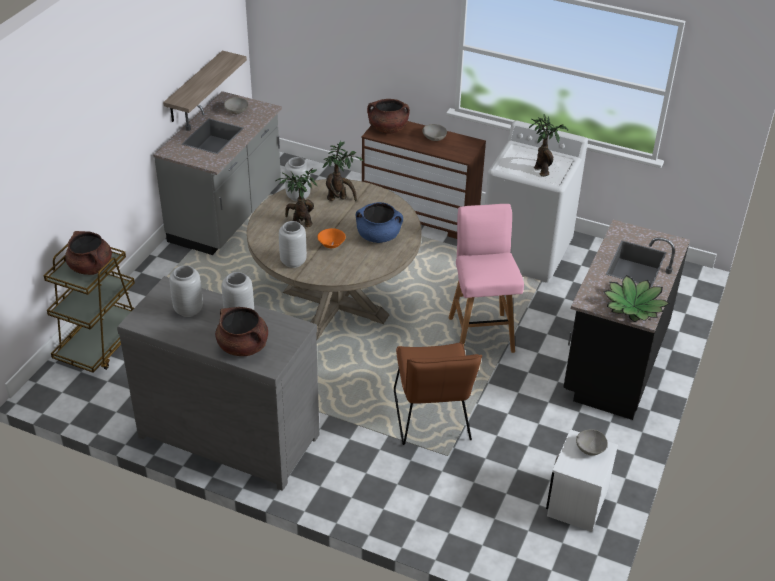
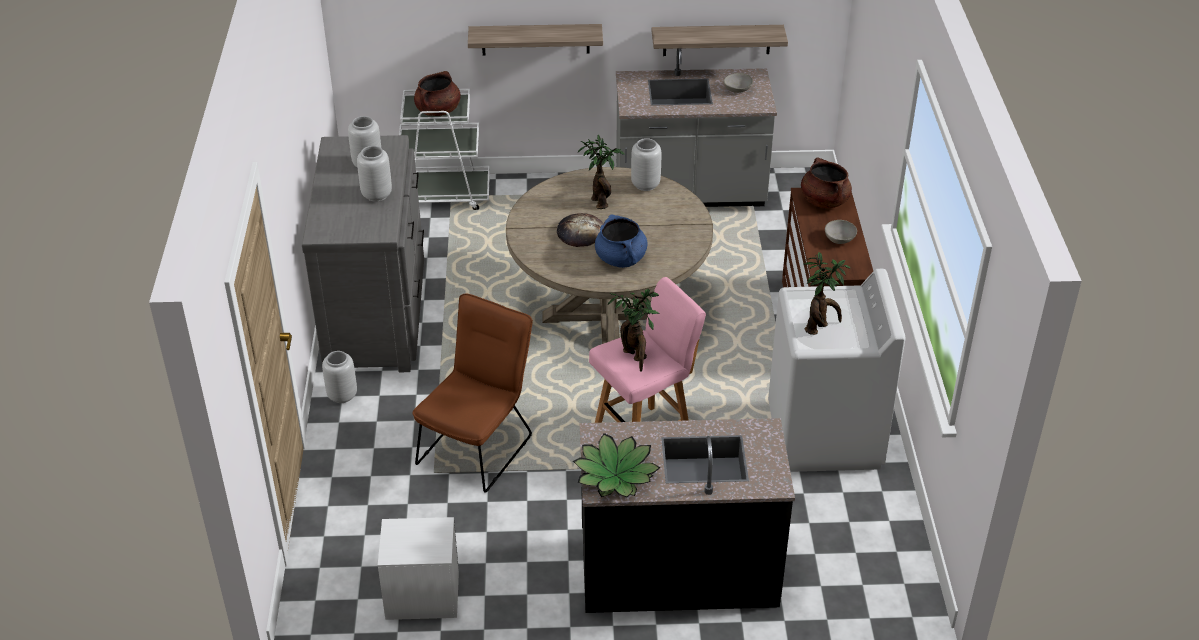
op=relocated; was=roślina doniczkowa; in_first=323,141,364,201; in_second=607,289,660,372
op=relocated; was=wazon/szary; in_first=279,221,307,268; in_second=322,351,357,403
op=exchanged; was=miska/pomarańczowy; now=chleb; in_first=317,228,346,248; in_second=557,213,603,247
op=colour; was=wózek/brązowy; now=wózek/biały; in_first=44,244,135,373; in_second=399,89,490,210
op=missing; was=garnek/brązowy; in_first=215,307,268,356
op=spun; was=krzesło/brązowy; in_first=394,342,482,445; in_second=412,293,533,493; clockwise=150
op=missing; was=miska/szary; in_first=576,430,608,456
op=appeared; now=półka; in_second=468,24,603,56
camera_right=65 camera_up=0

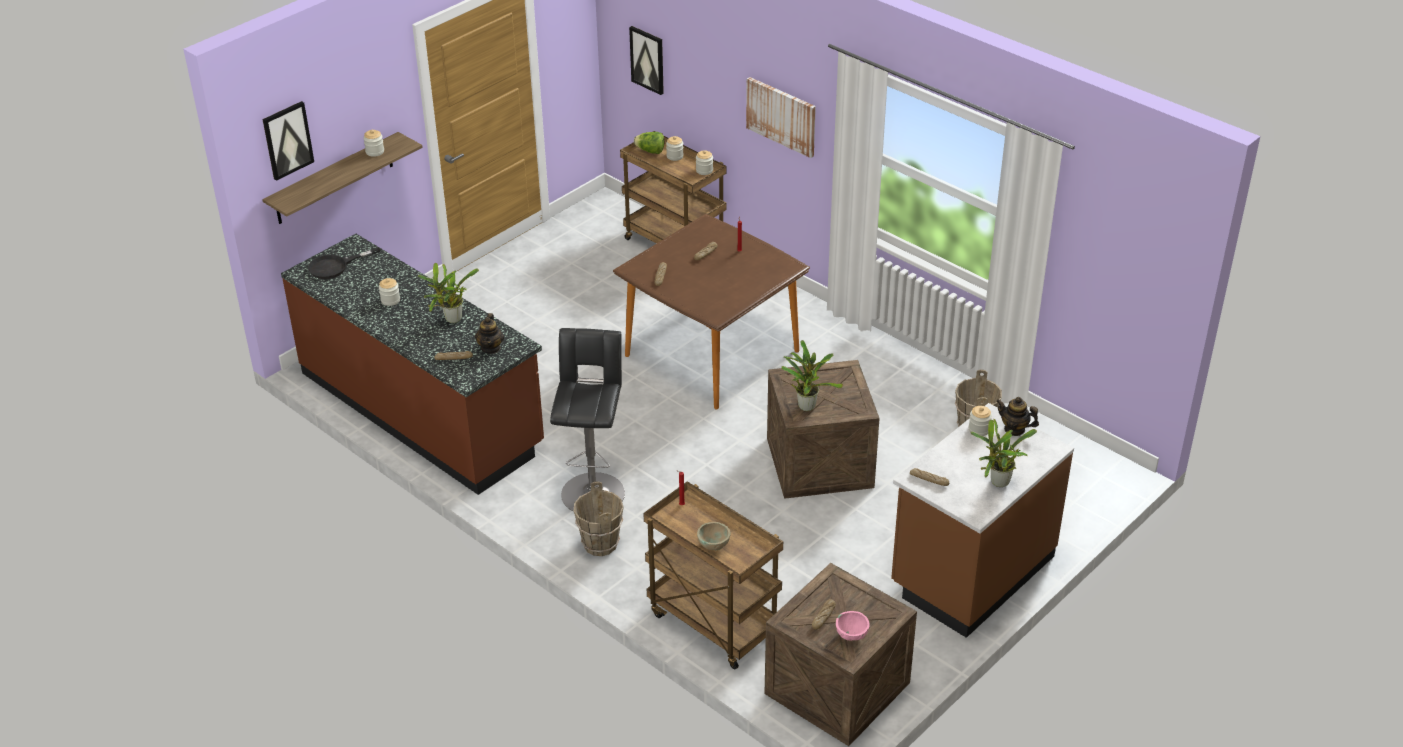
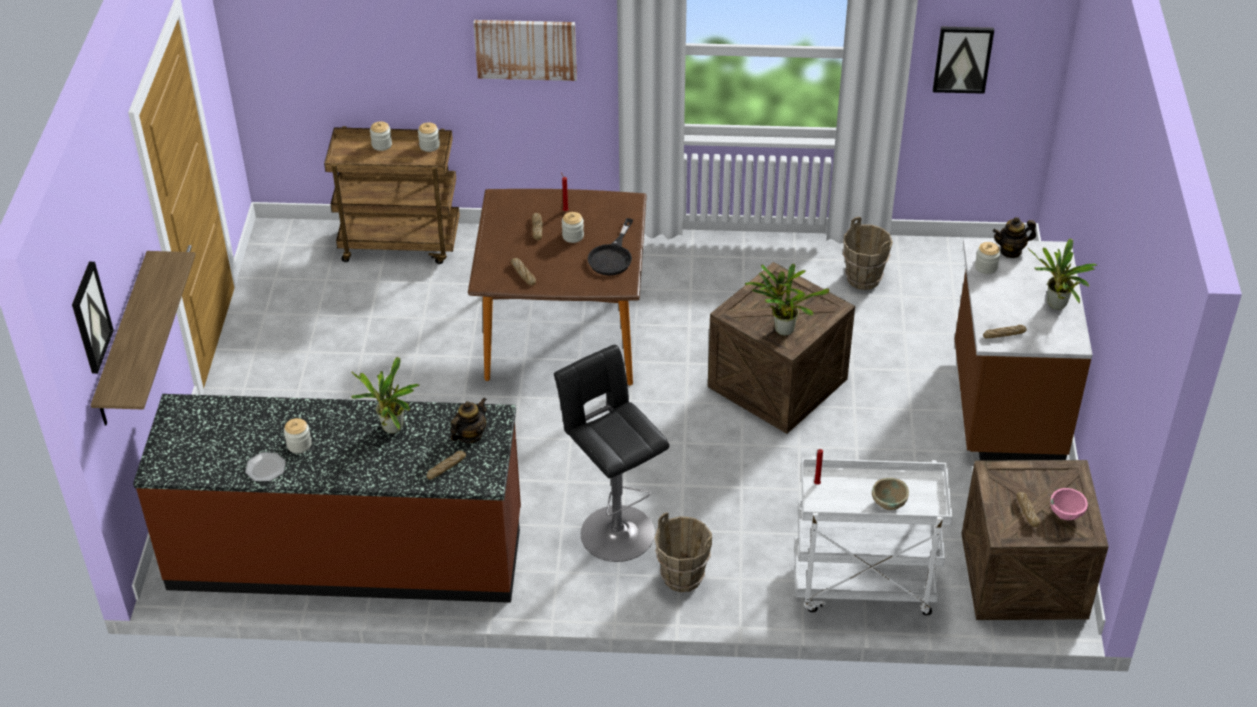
op=relocated; was=obraz; in_first=629,26,664,95; in_second=933,27,994,94
op=relocated; was=słoik; in_first=363,130,384,157; in_second=562,212,584,243
op=missing; was=sałata; in_first=634,132,664,154
op=relocated; was=patelnia/czarny; in_first=308,247,380,279; in_second=587,218,633,276
op=spun; was=imbryk; in_first=475,313,504,354; in_second=451,397,487,444; clockwise=-105
op=colour; was=wózek/brązowy; now=wózek/biały; in_first=643,481,783,669; in_second=795,456,952,615
op=appeared; now=talerz; in_second=245,453,286,481
camera_right=-40 camera_up=5

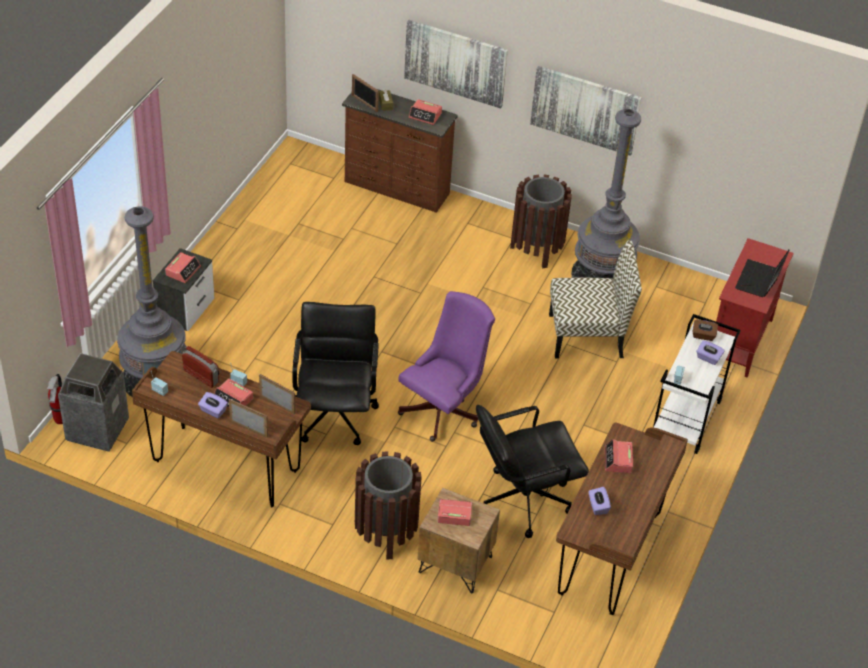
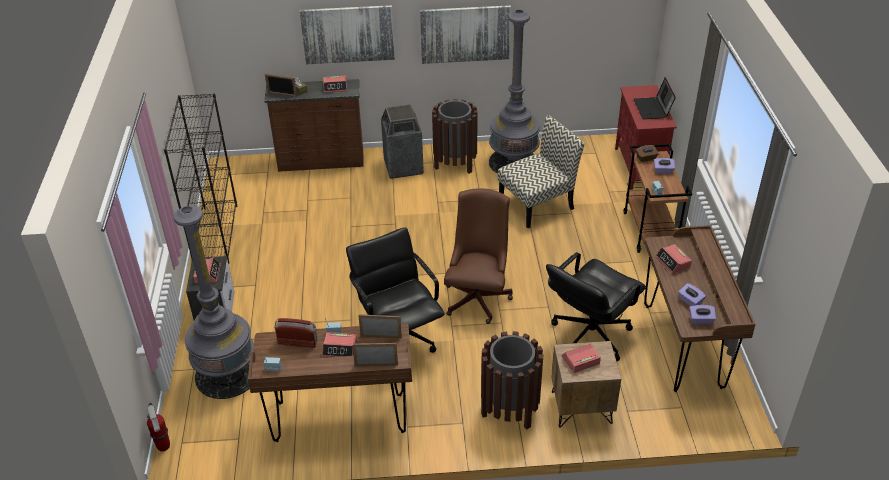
op=colour; was=krzesło biurowe/fioletowy; now=krzesło biurowe/brązowy; in_first=398,291,495,442; in_second=444,188,513,324
op=colour; was=wózek/biały; now=wózek/brązowy; in_first=653,314,741,454; in_second=623,144,692,253
op=relocated; was=kosz na śmieci; in_first=58,353,129,452; in_second=381,104,424,179
op=relocated; was=pudełko chusteczek/fioletowy; in_first=198,392,228,418; in_second=689,305,716,324
op=appeared; now=regał/czarny; in_second=164,93,238,264
camera_right=-25 camera_up=-5

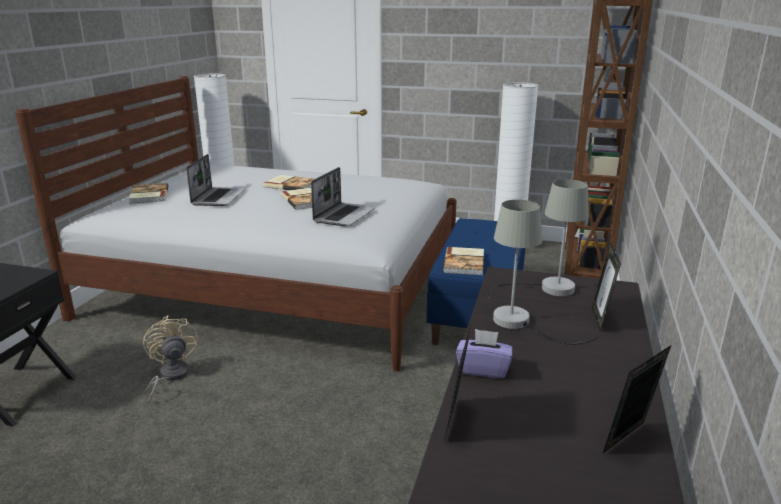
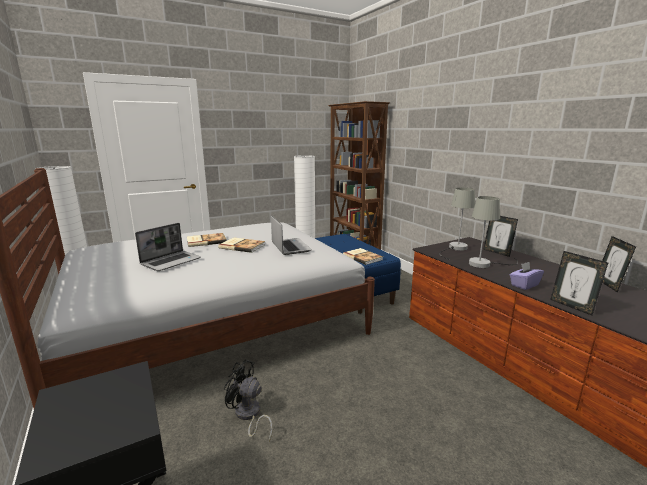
op=spun; was=laptop; in_first=186,154,246,206; in_second=135,223,201,271; clockwise=75
op=missing; was=książka; in_first=129,183,169,204
op=colour; was=wentylator/beżowy; now=wentylator/czarny; in_first=143,315,198,403; in_second=224,360,273,441
camera_right=-45 camera_up=-5

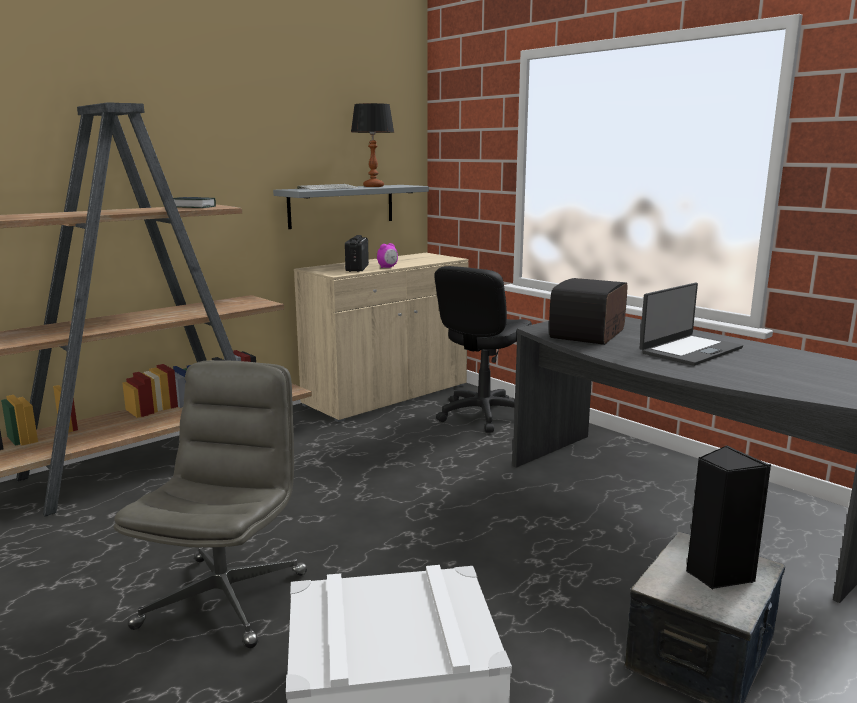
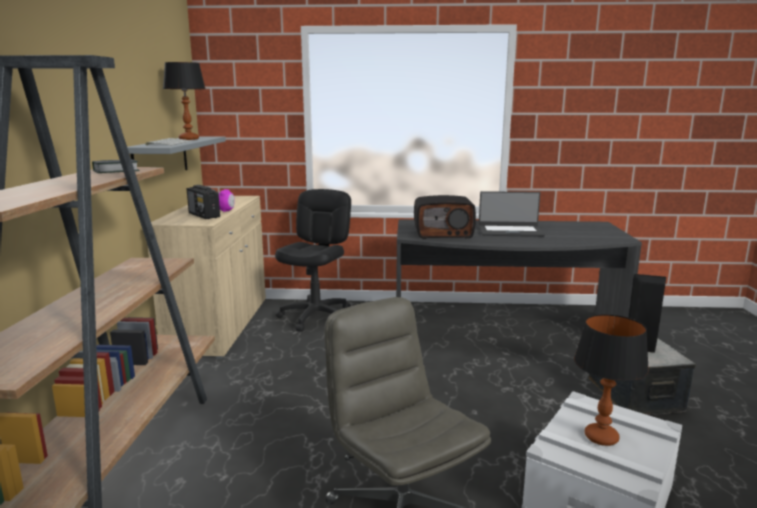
op=spun; was=krzesło biurowe/czarny; in_first=434,266,532,433; in_second=275,189,351,332; clockwise=-150
op=spun; was=radio; in_first=549,278,628,345; in_second=414,195,476,239; clockwise=-75
op=spun; was=laptop; in_first=640,283,743,366; in_second=479,191,545,237; clockwise=90
op=appeared; now=lampa stołowa; in_second=574,314,649,446
camera_right=-45 camera_up=0

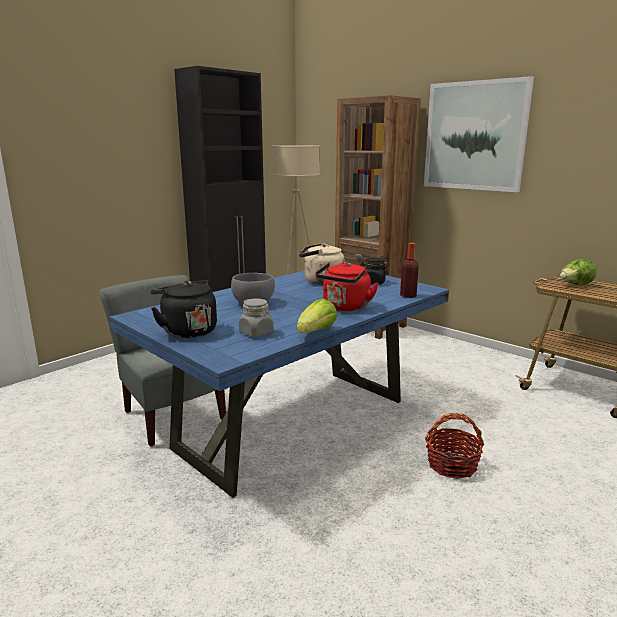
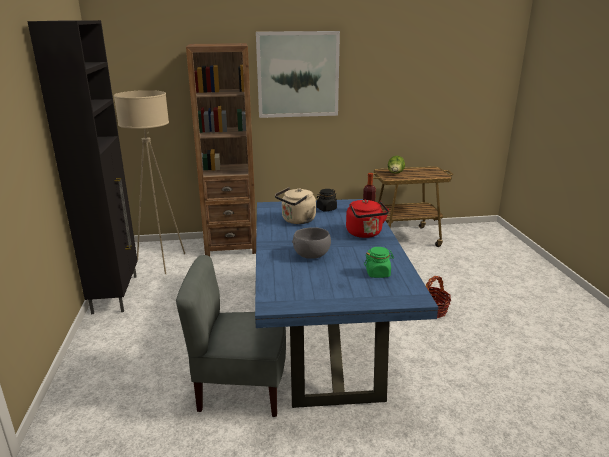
op=missing; was=czajnik/czarny; in_first=150,280,217,338
op=colour; was=słoik/szary; now=słoik/zielony; in_first=239,299,274,337; in_second=364,247,394,278
op=missing; was=sałata; in_first=297,299,337,333
camera_right=-50 camera_up=5

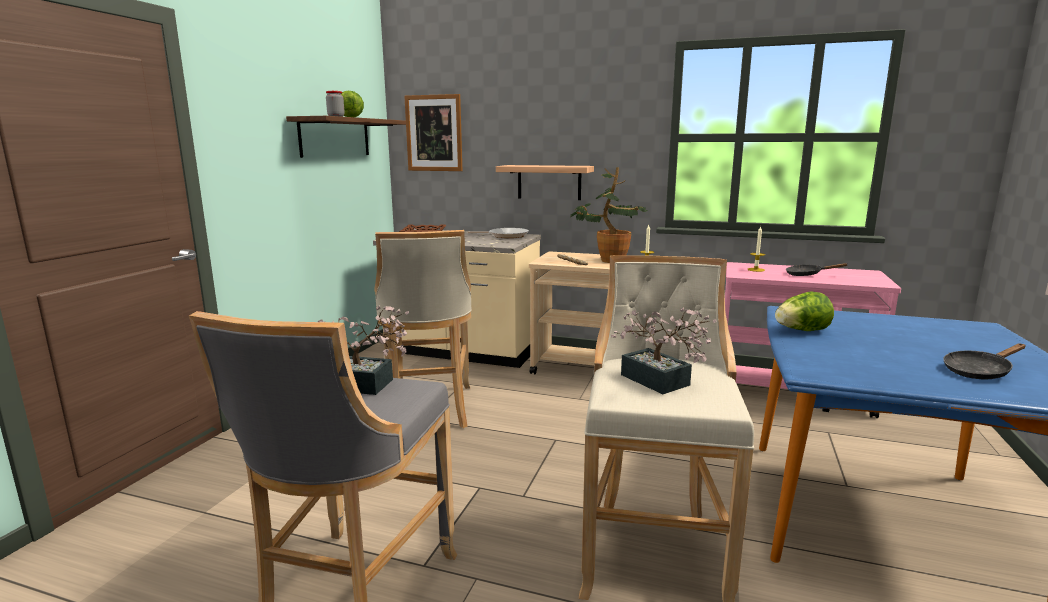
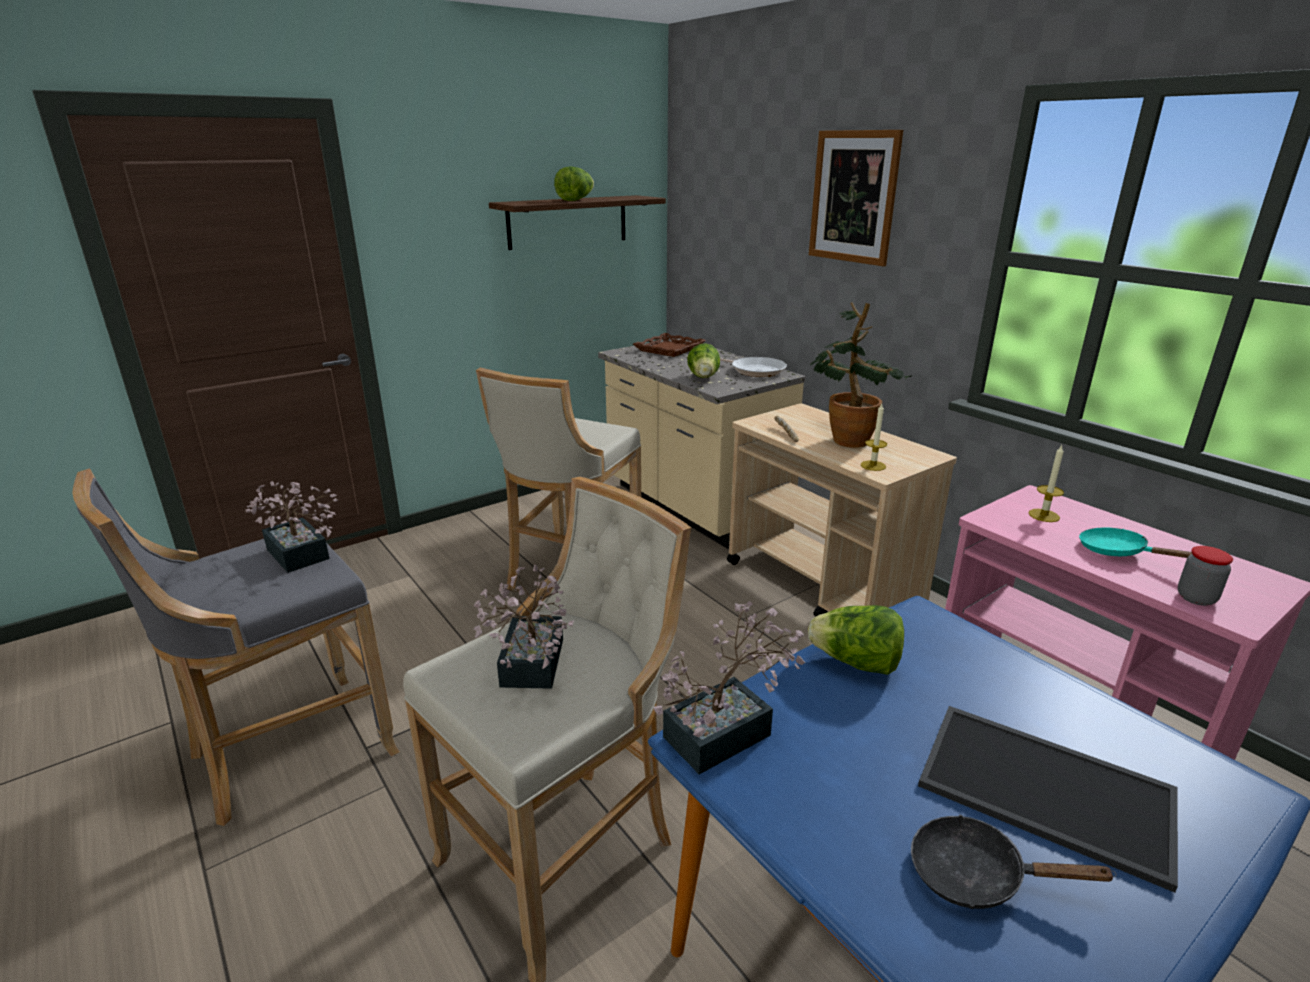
op=relocated; was=słoik; in_first=326,91,345,117; in_second=1178,546,1233,606
op=relocated; was=obraz; in_first=404,94,463,171; in_second=809,130,903,266
op=missing; was=półka; in_first=496,165,594,200
op=colour; was=patelnia/czarny; now=patelnia/turkusowy; in_first=786,263,847,276; in_second=1079,528,1192,558
op=appeared; now=sałata; in_second=687,343,720,378
op=appeared; now=roślina doniczkowa; in_second=654,601,806,774
op=appeared; now=taca; in_second=918,706,1178,893
camera_right=35 camera_up=10

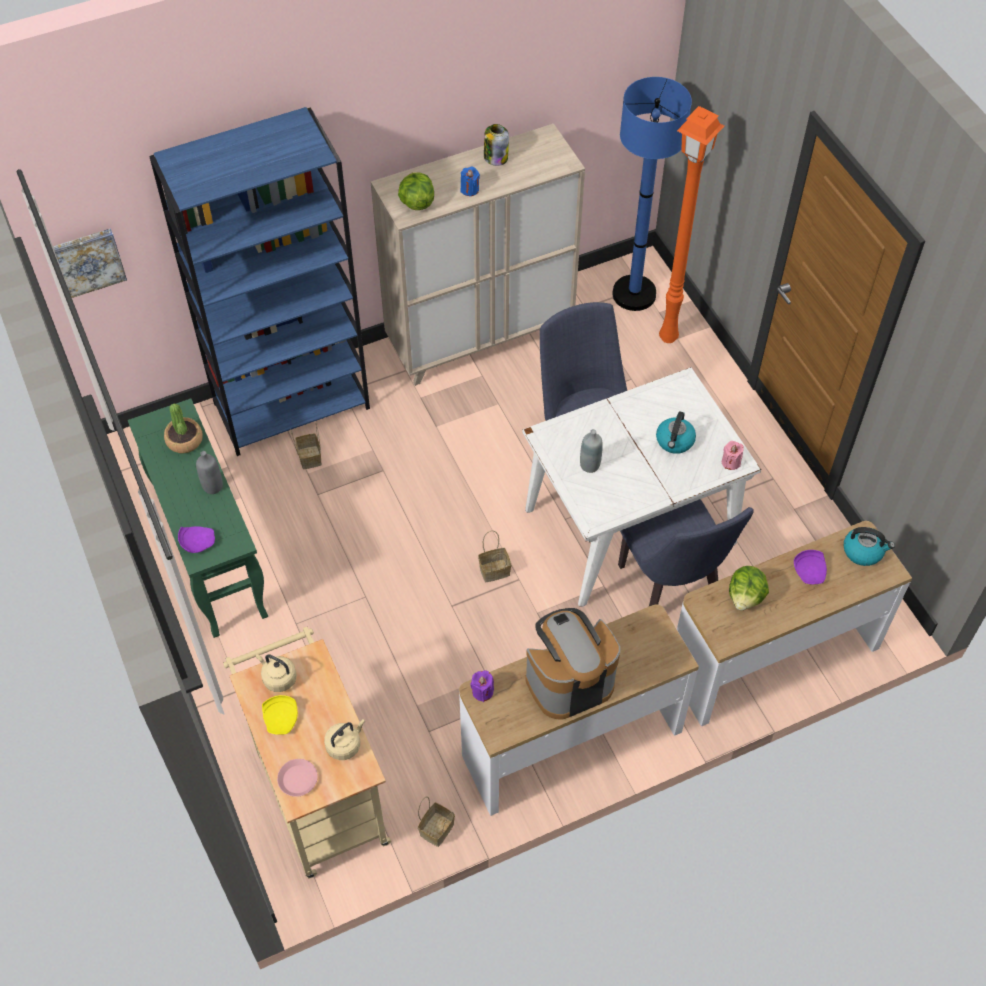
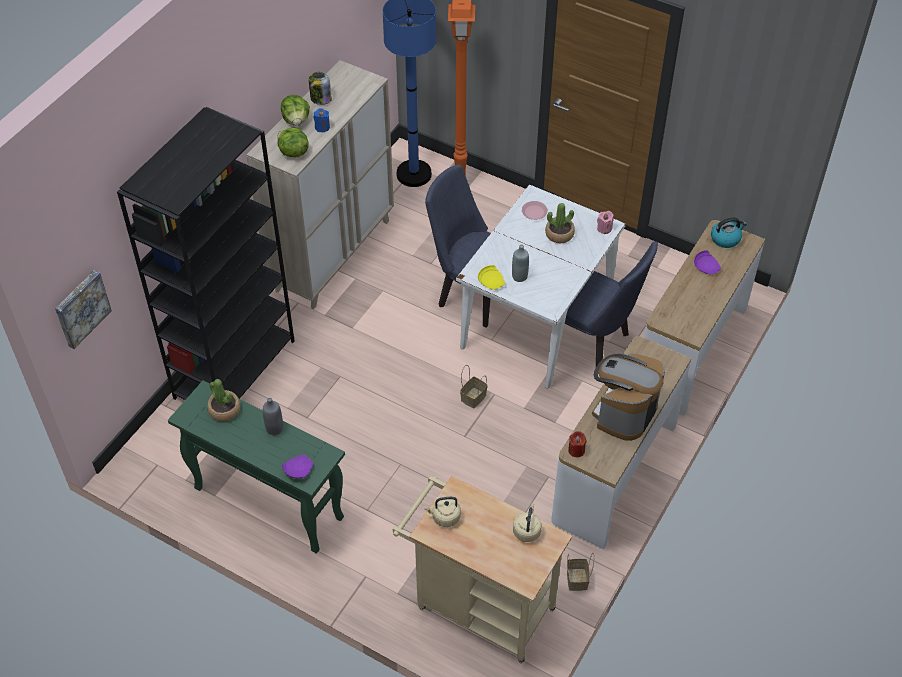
op=colour; was=regał/niebieski; now=regał/czarny; in_first=149,107,370,456; in_second=117,107,295,400
op=exchanged; was=czajnik; now=roślina doniczkowa; in_first=656,411,696,454; in_second=545,203,575,243
op=missing; was=koszyk; in_first=290,423,322,469
op=relocated; was=sałata; in_first=729,566,769,610; in_second=281,95,310,125
op=colour; was=świeca/fioletowy; now=świeca/czerwony; in_first=470,670,494,702; in_second=568,431,587,457
op=relocated; was=talerz/żółty; in_first=262,695,298,735; in_second=478,265,505,290
op=relocated; was=talerz/różowy; in_first=277,759,318,797; in_second=522,201,548,220
camera_right=-35 camera_up=-5

